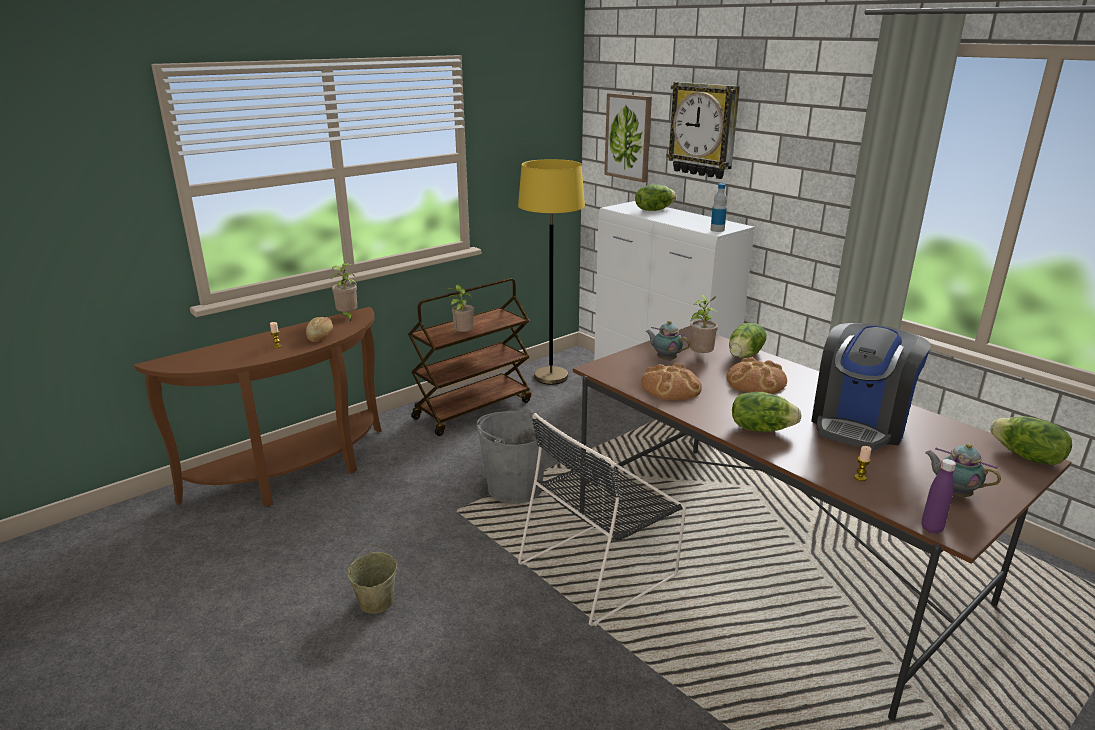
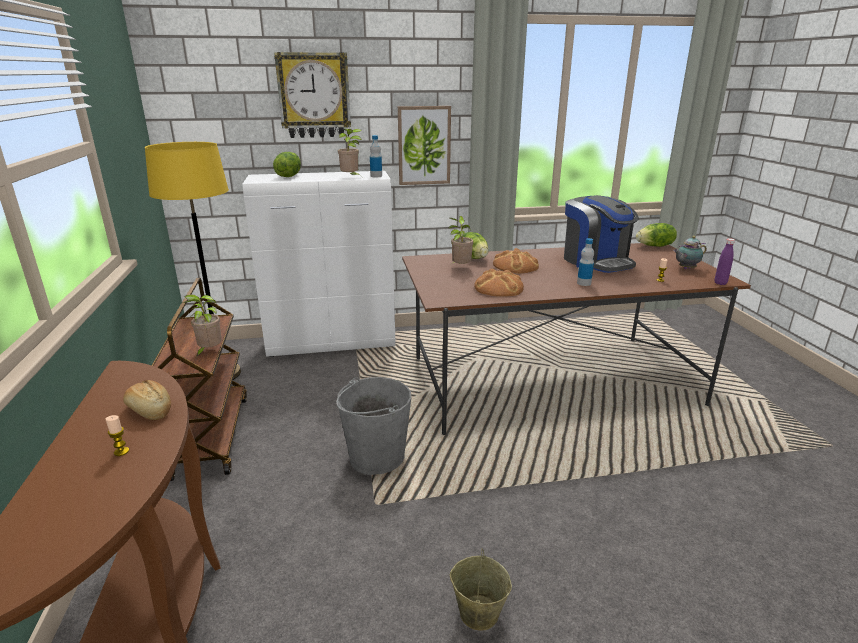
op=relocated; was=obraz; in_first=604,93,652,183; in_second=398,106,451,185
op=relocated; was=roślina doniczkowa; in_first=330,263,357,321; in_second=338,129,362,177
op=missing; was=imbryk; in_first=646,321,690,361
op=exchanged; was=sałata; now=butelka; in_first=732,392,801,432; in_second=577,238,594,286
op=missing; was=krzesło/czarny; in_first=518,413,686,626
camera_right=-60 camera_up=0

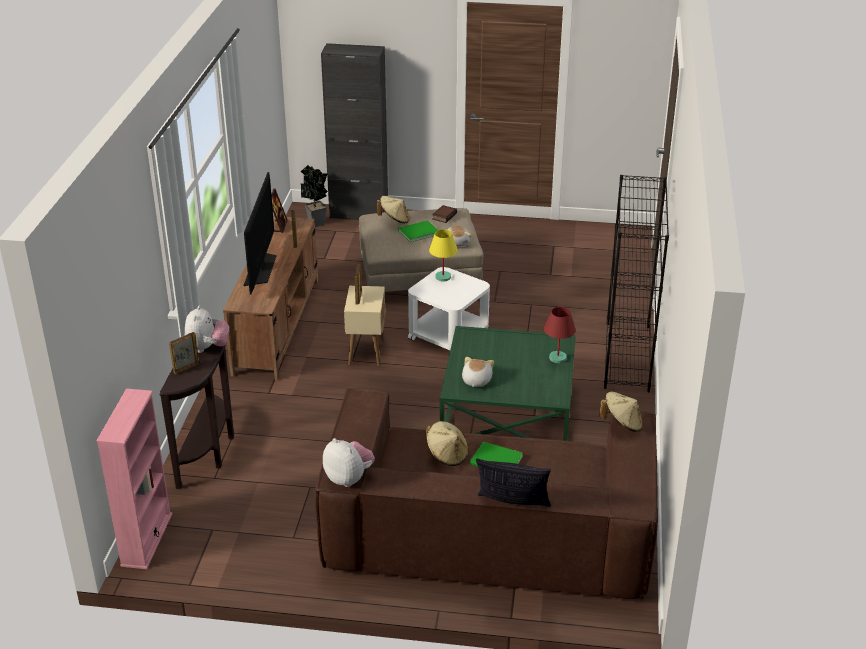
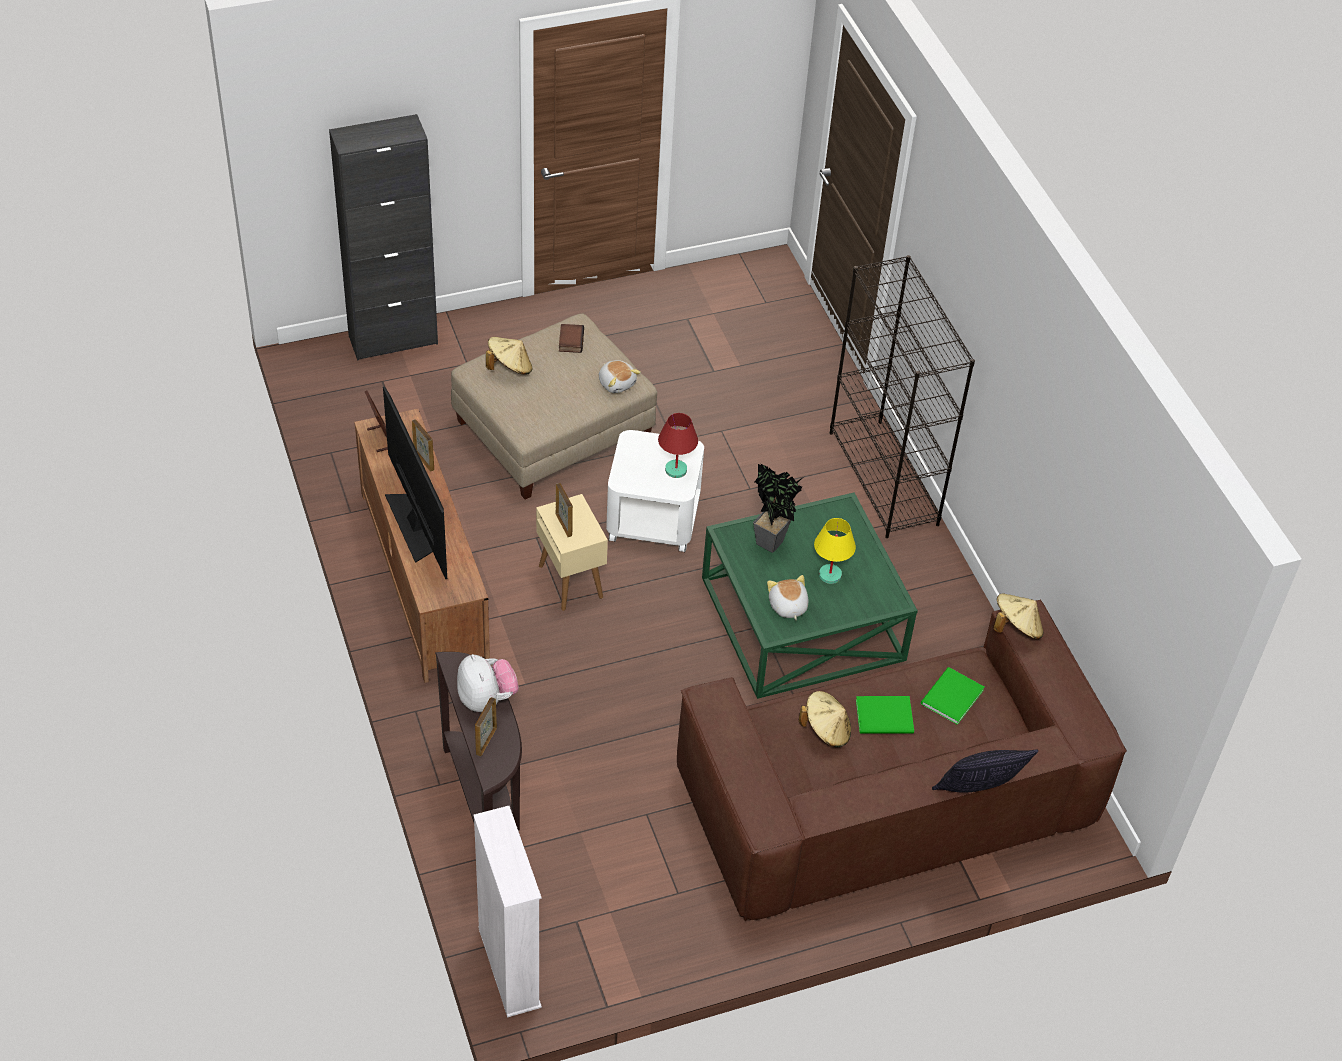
op=relocated; was=roślina doniczkowa; in_first=301,165,328,227; in_second=753,464,802,553
op=relocated; was=książka/zielony; in_first=398,220,438,242; in_second=921,667,984,725
op=relocated; was=lampa stołowa/żółty; in_first=429,229,458,281; in_second=814,518,856,584
op=relocated; was=lampa stołowa/czerwony; in_first=544,307,576,363; in_second=658,413,698,478
op=colour; was=regał/różowy; now=regał/biały; in_first=96,388,172,569; in_second=473,806,542,1018
op=missing; was=pluszak; in_first=323,438,375,487
camera_right=-30 camera_up=15

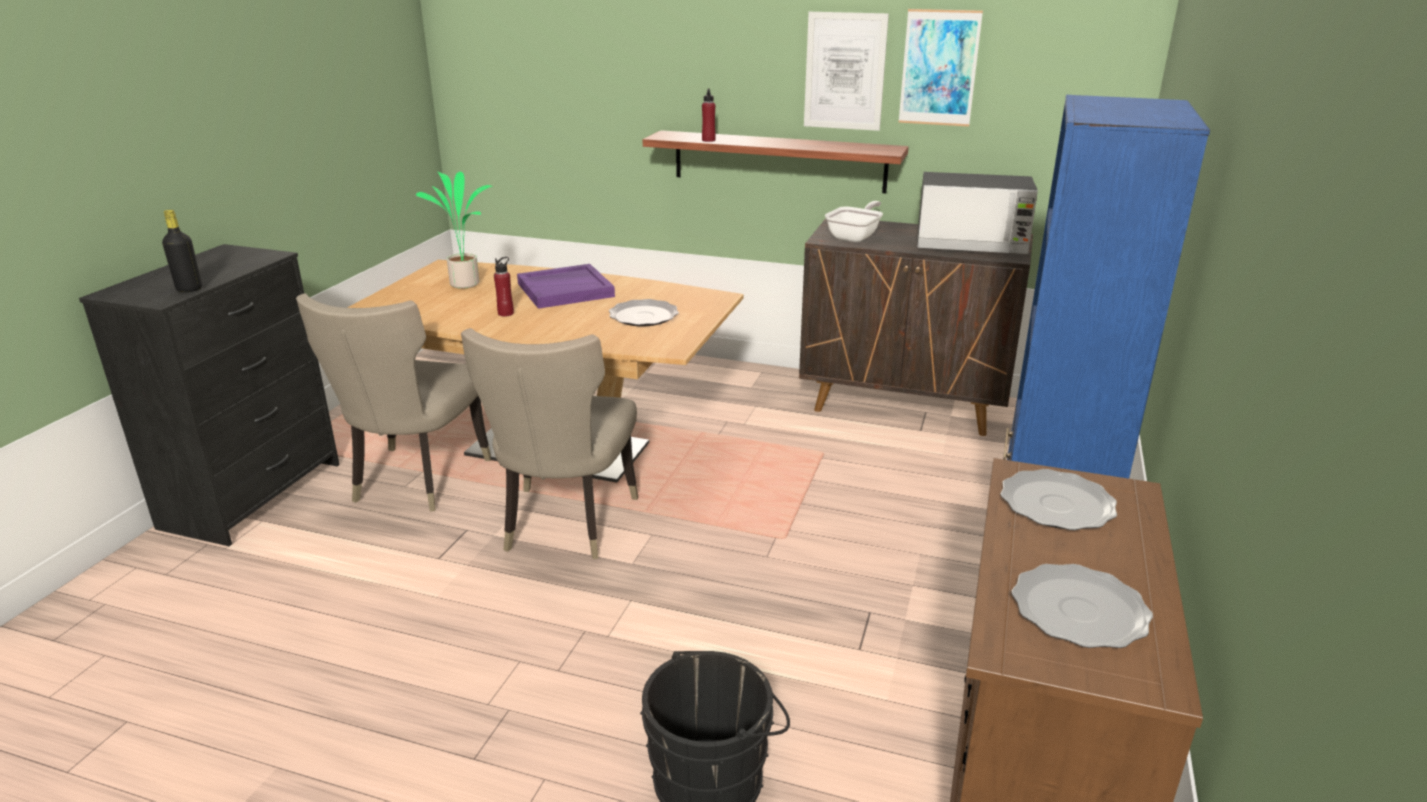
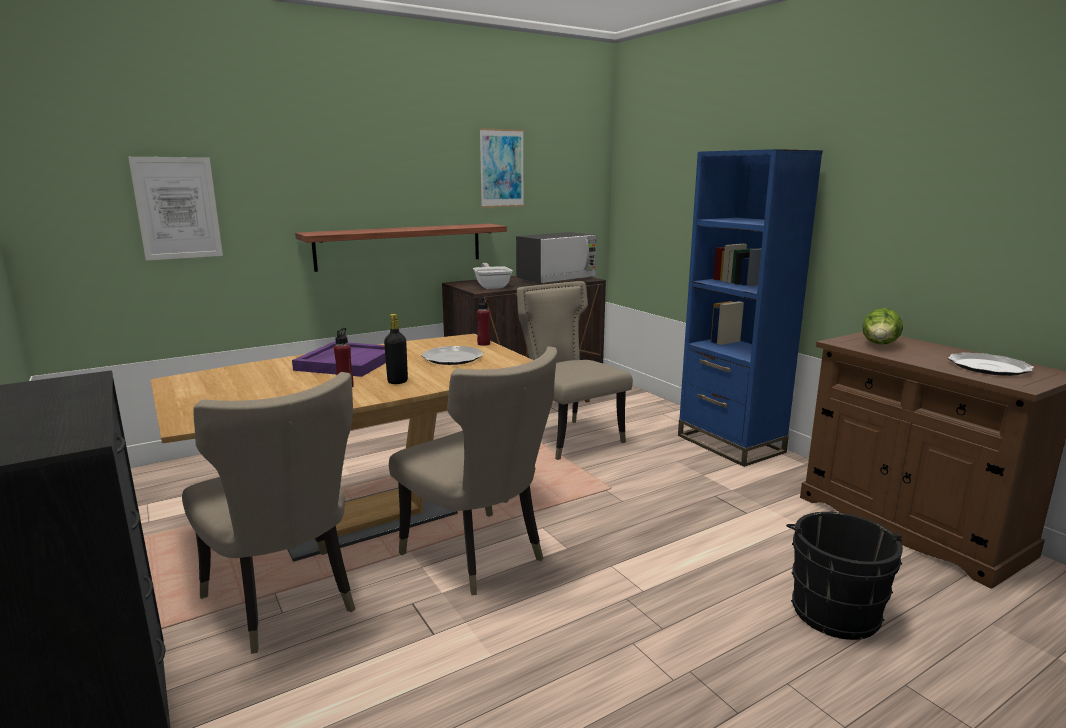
op=relocated; was=obraz; in_first=804,12,889,131; in_second=128,157,223,260
op=relocated; was=butelka/czerwony; in_first=702,88,716,142; in_second=477,297,490,346
op=missing; was=roślina doniczkowa; in_first=416,171,493,289
op=relocated; was=butelka/czarny; in_first=162,210,202,292; in_second=384,314,408,384
op=exchanged; was=talerz; now=sałata; in_first=1000,469,1117,530; in_second=862,308,903,345
op=appeared; now=krzesło/beżowy; in_second=517,281,633,460
camera_right=-50 camera_up=-10

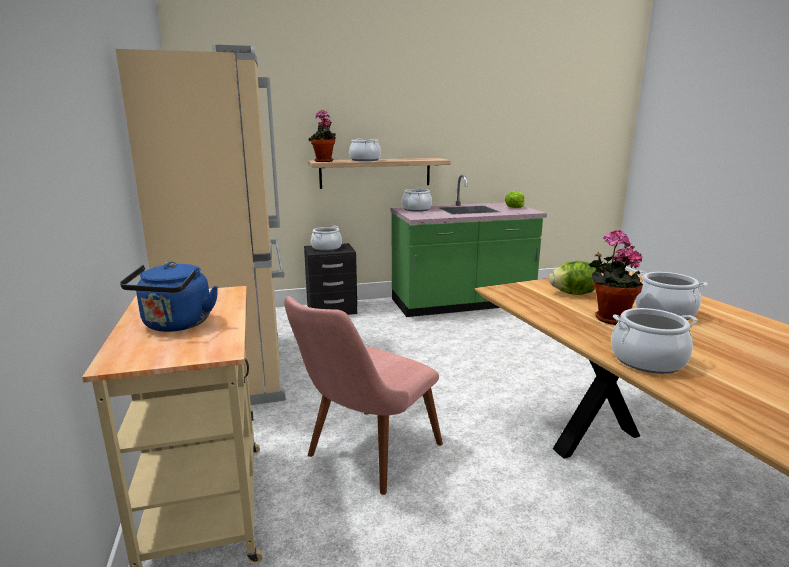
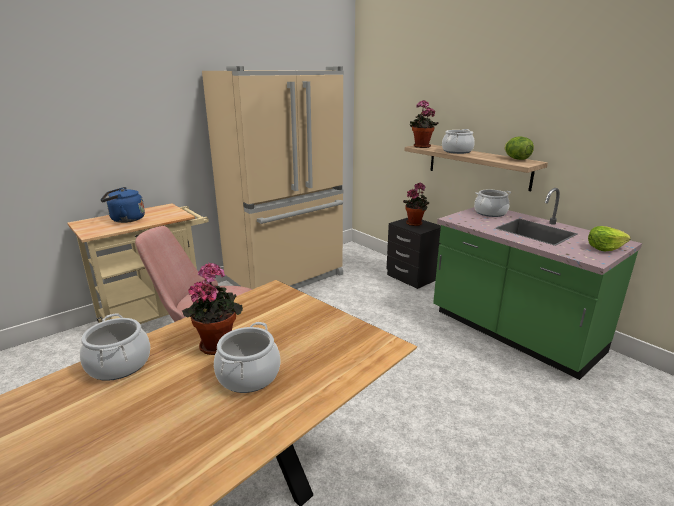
op=exchanged; was=garnek; now=roślina doniczkowa; in_first=311,226,342,251; in_second=403,183,429,226
op=relocated; was=sałata; in_first=549,261,597,295; in_second=504,137,534,160
camera_right=65 camera_up=5

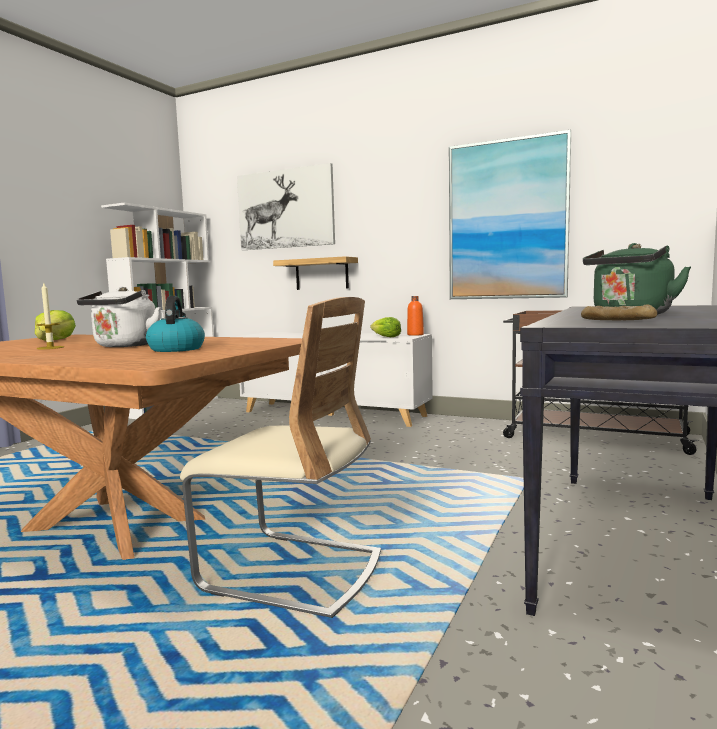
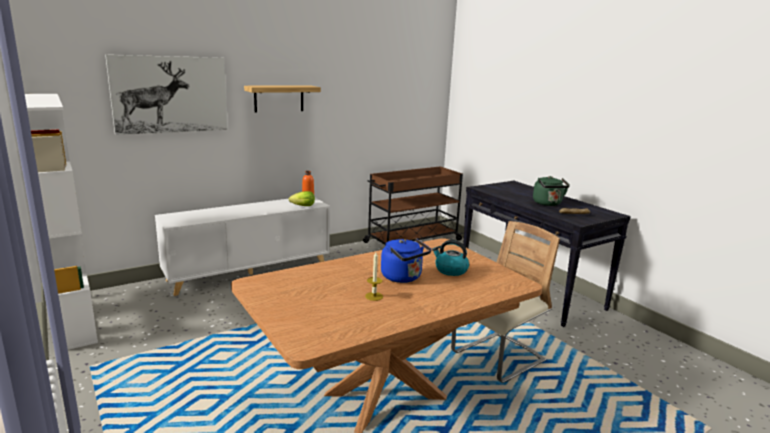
op=missing; was=obraz; in_first=449,130,571,299
op=relocated; was=półka; in_first=273,256,358,290; in_second=244,86,321,113
op=colour; was=czajnik/biały; now=czajnik/niebieski; in_first=76,287,162,347; in_second=381,239,432,283
op=missing; was=sałata; in_first=35,310,76,341
camera_right=-60 camera_up=10

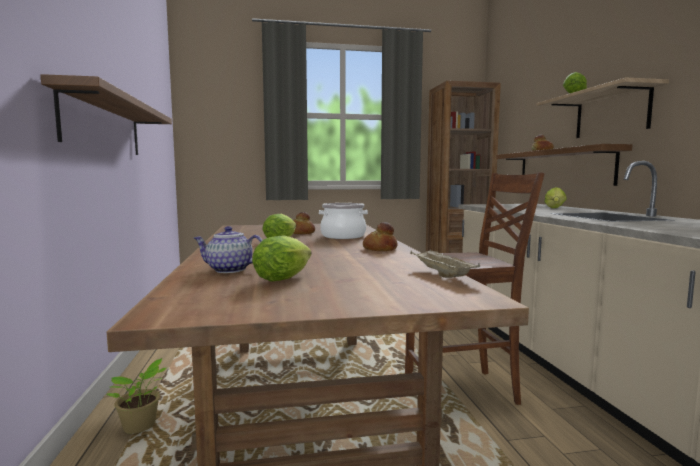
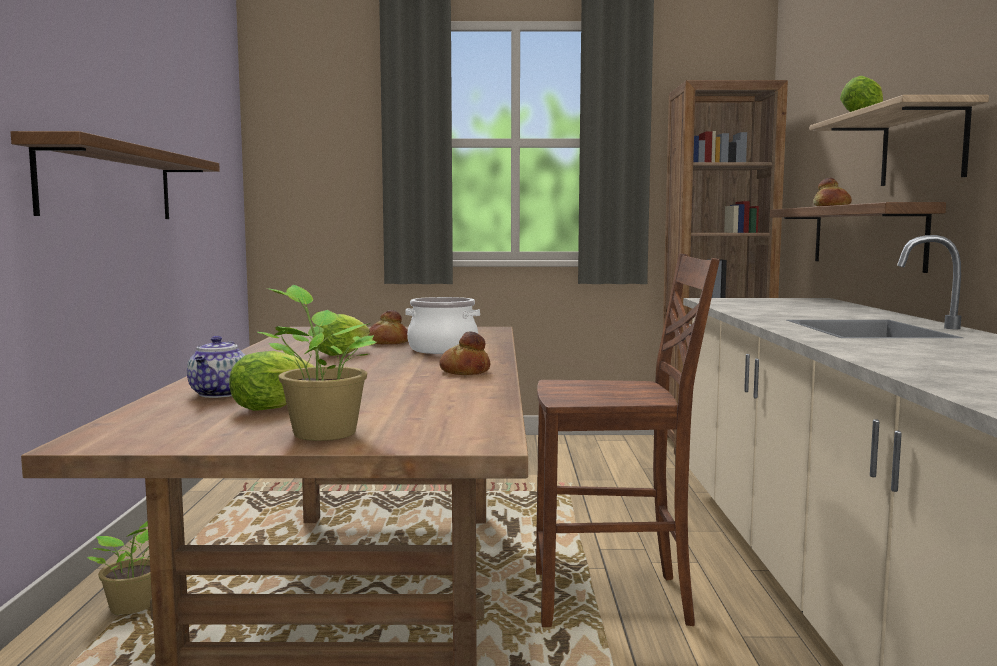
op=missing; was=sałata; in_first=544,187,567,208
op=spun; was=imbryk; in_first=194,226,263,273; in_second=187,336,245,398; clockwise=-105
op=missing; was=taca/beżowy; in_first=410,249,481,278
op=appeared; now=roślina doniczkowa; in_second=257,285,377,441
camera_right=10 camera_up=0

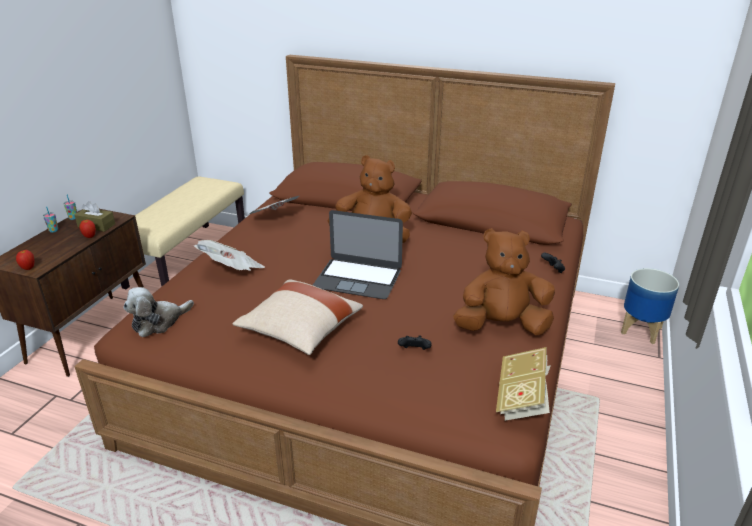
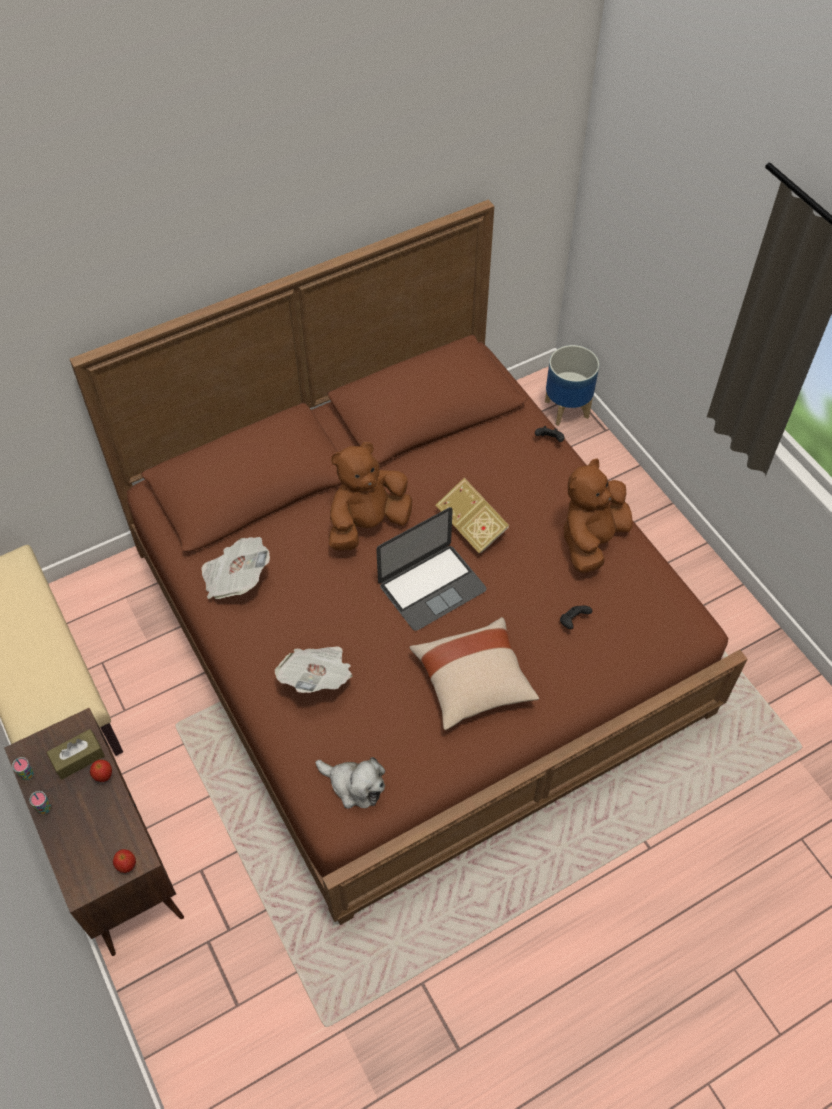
op=spun; was=pluszak; in_first=123,287,194,337; in_second=316,757,385,809; clockwise=-60
op=relocated; was=książka; in_first=496,347,551,421; in_second=436,478,509,553
camera_right=-50 camera_up=25

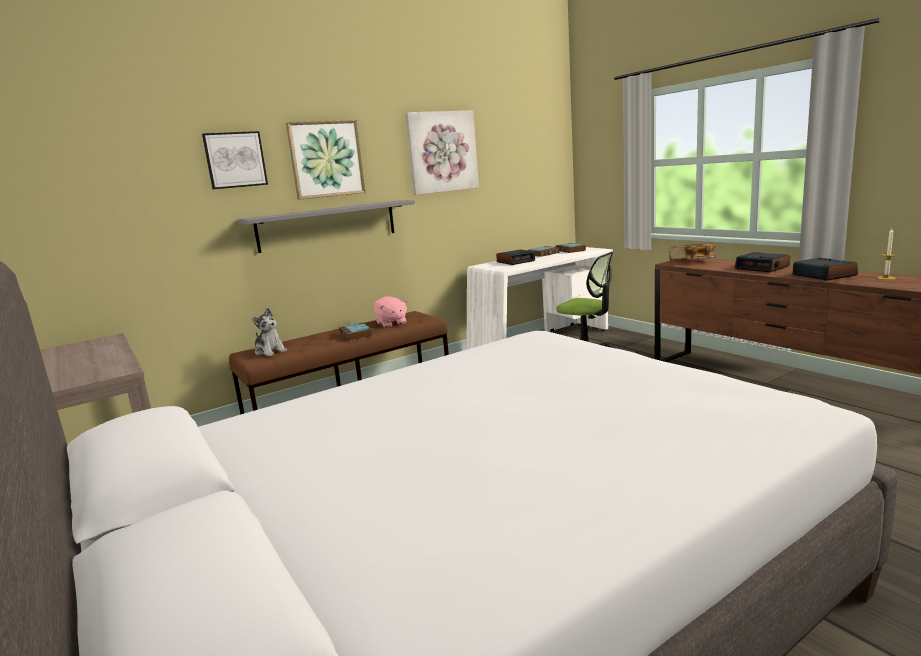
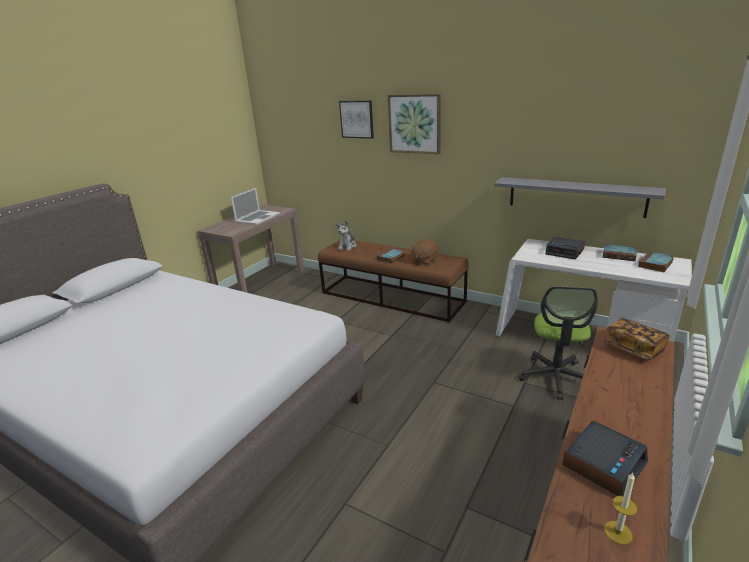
op=missing; was=obraz; in_first=405,110,479,195
op=relocated; was=półka/szary; in_first=239,200,415,253; in_second=494,177,666,218
op=missing; was=budzik; in_first=735,252,790,272
op=colour; was=pluszak/różowy; now=pluszak/brązowy; in_first=374,297,407,327; in_second=410,239,438,265
op=appeared; now=laptop; in_second=231,188,280,225
camera_right=65 camera_up=10

